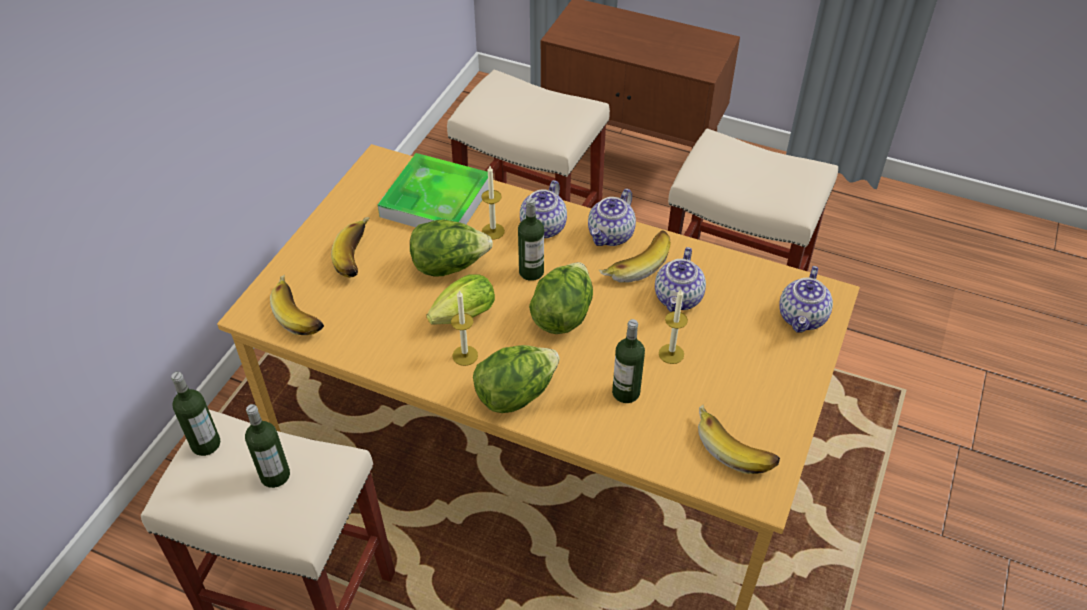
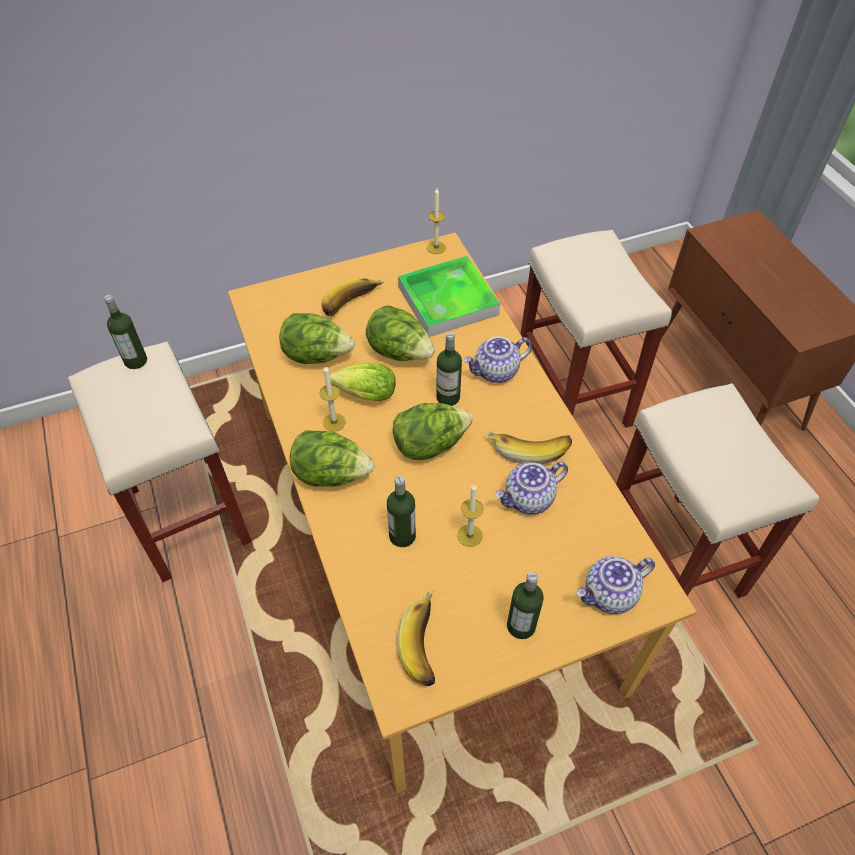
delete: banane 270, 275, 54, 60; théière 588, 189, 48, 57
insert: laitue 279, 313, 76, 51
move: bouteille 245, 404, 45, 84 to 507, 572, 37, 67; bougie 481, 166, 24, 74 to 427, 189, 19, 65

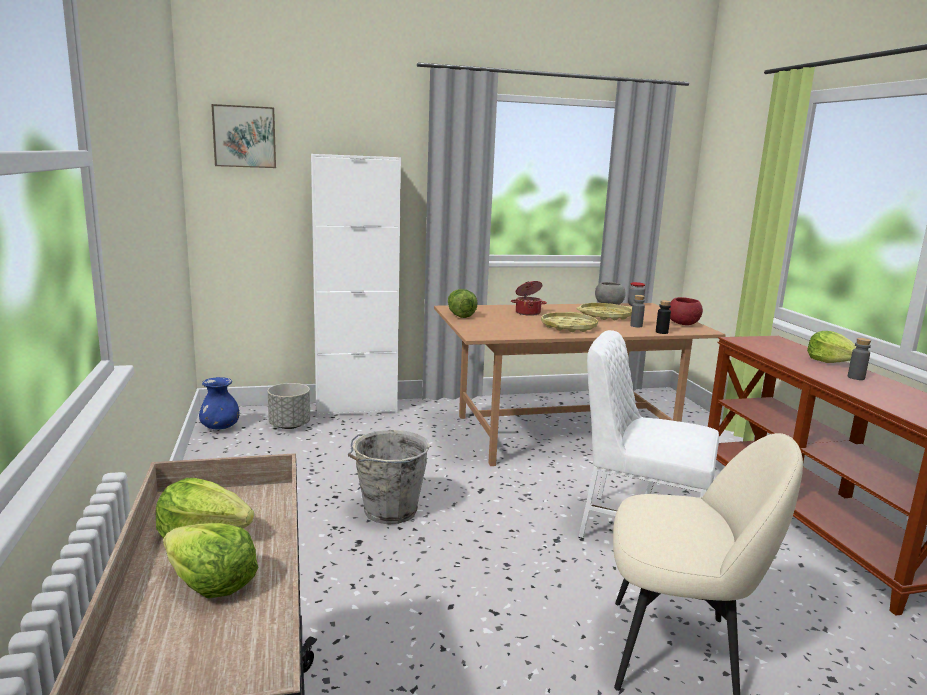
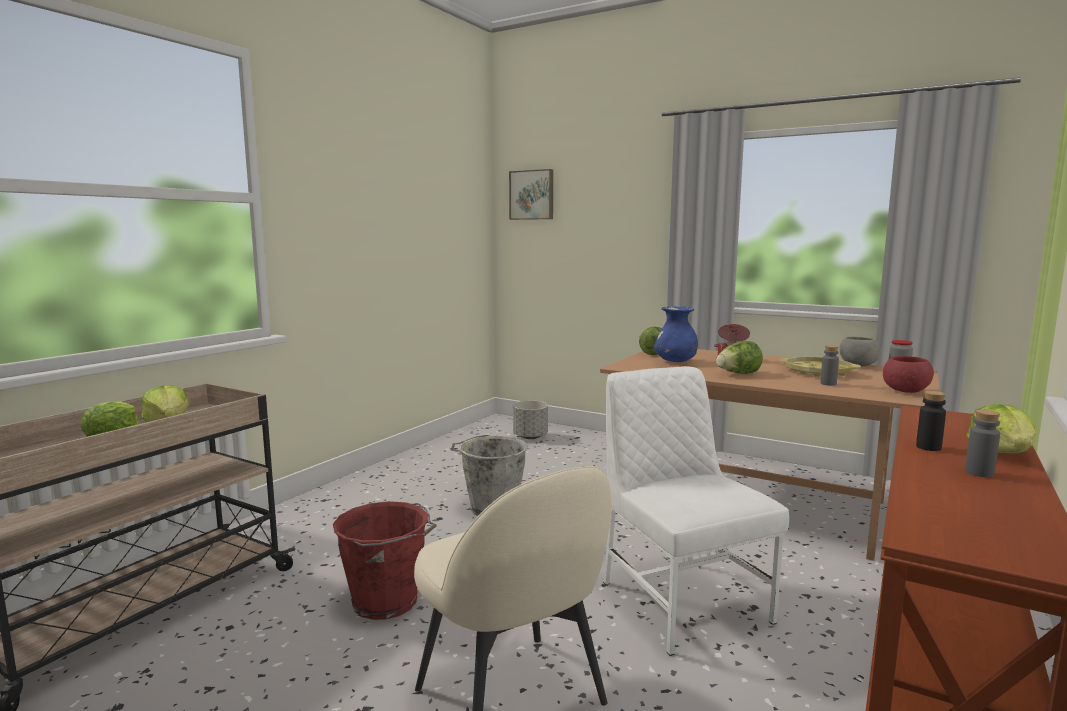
delete: meuble de rangement (blanc) 311, 154, 90, 263
insert: seau (rouge) 333, 501, 104, 119
move: vase (bleu) 199, 377, 40, 53 to 654, 306, 44, 56; bouteille (noir) 656, 300, 15, 34 to 916, 391, 30, 60
replace: plateau (jaune) 541, 312, 57, 20 to laitue 716, 341, 47, 33

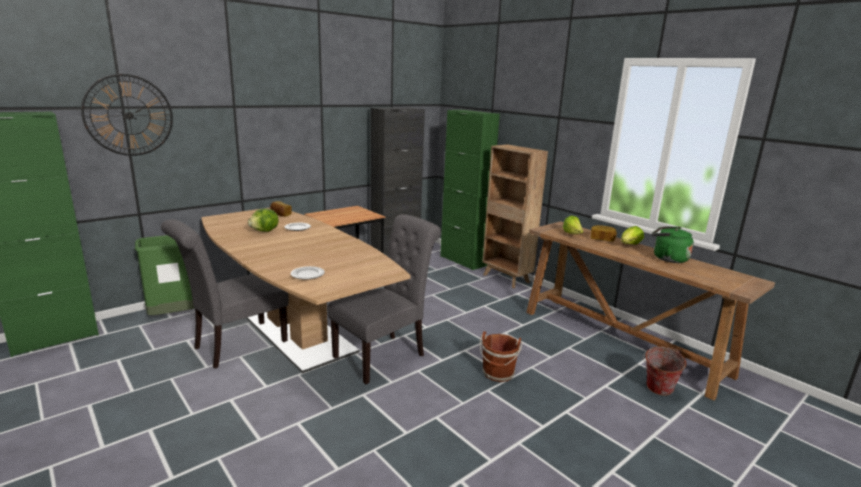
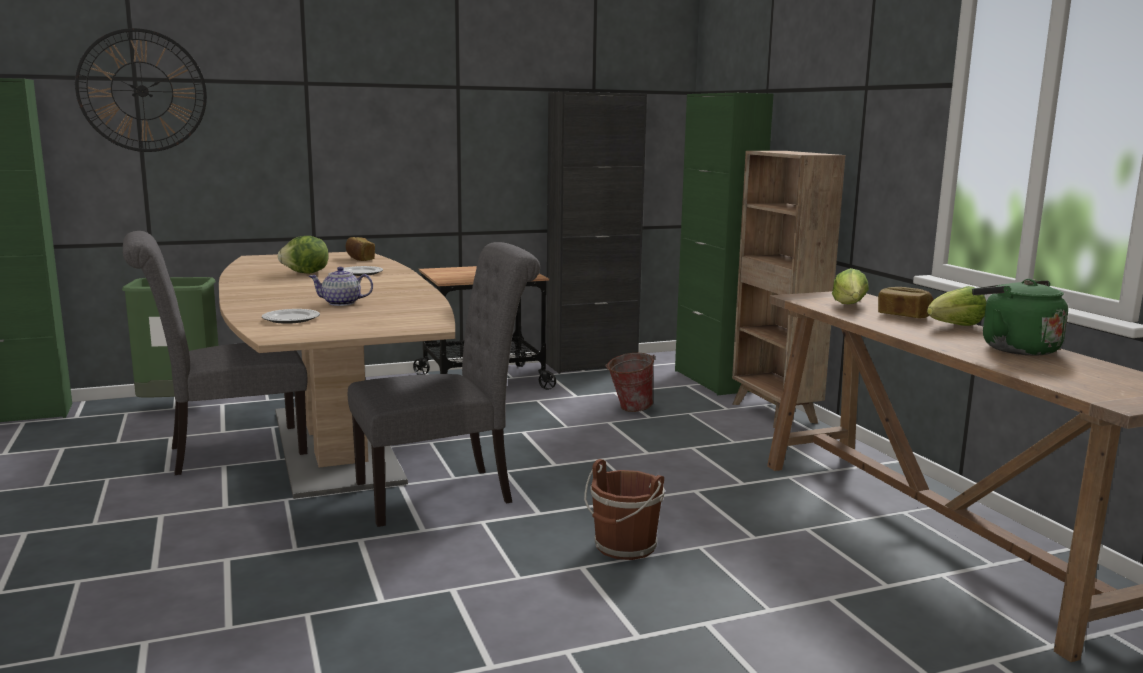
insert: théière 308, 267, 65, 39
move: seau 643, 346, 43, 50 to 605, 353, 50, 59

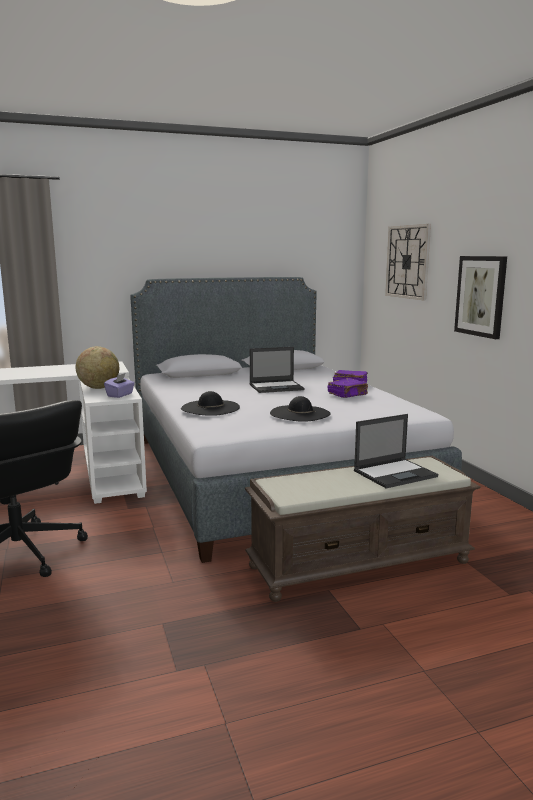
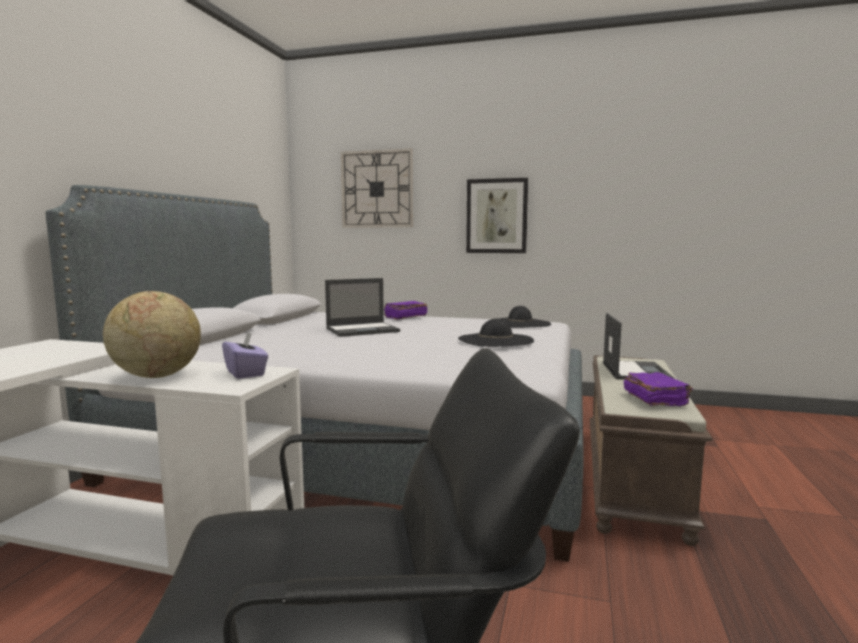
move: chapeau (noir) 181, 391, 59, 25 to 499, 306, 52, 22; livre (violet) 328, 378, 40, 20 to 624, 372, 69, 34
rotate: ordinateur portable 250, 347, 55, 46 = 325, 278, 75, 59 45 degrees clockwise

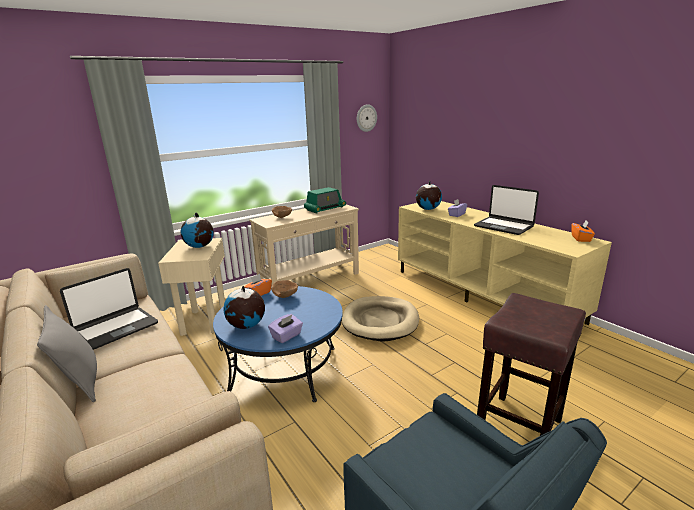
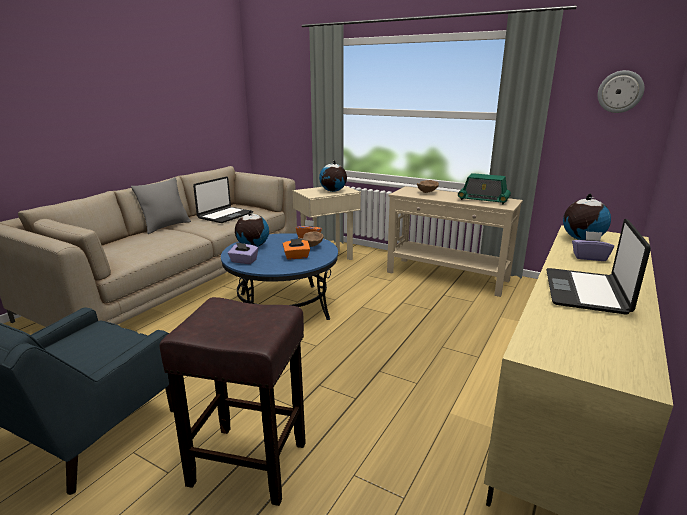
delete: panier pour chien (beige) 342, 296, 77, 46
move: boîte à mouchoirs (orange) 571, 221, 24, 21 to 282, 239, 28, 21
rotate: ordinateur portable 60, 268, 98, 82 = 193, 176, 60, 47 75 degrees counterclockwise

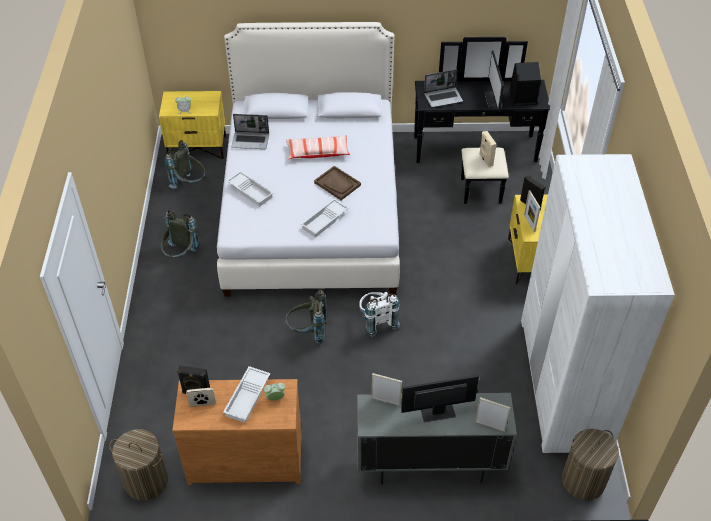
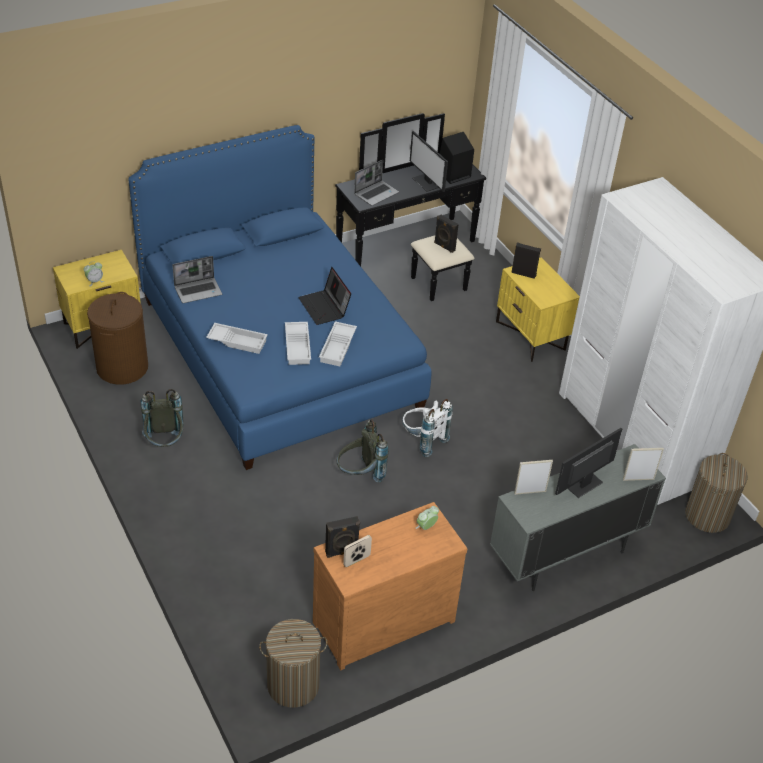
delete: coussin 286, 135, 64, 24; cadre photo 524, 190, 17, 42
move: plateau (blanc) 223, 366, 48, 57 to 285, 322, 26, 43
replace: sac à dos (gris) 165, 140, 41, 48 to panier à linge (marron) 87, 292, 61, 93; plateau (marron) 314, 166, 47, 34 to ordinateur portable 298, 267, 53, 58
recolor: lit (blanc) 217, 22, 183, 275 to lit (bleu) 128, 125, 303, 345; enceinte (beige) 479, 131, 18, 36 to enceinte (noir) 434, 214, 25, 39

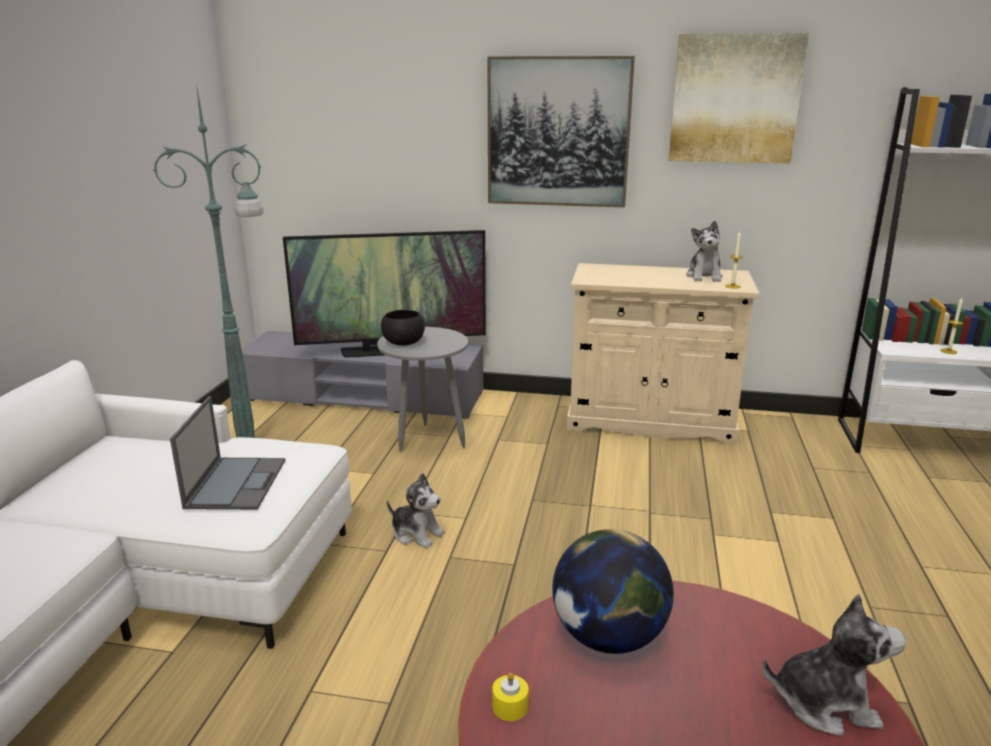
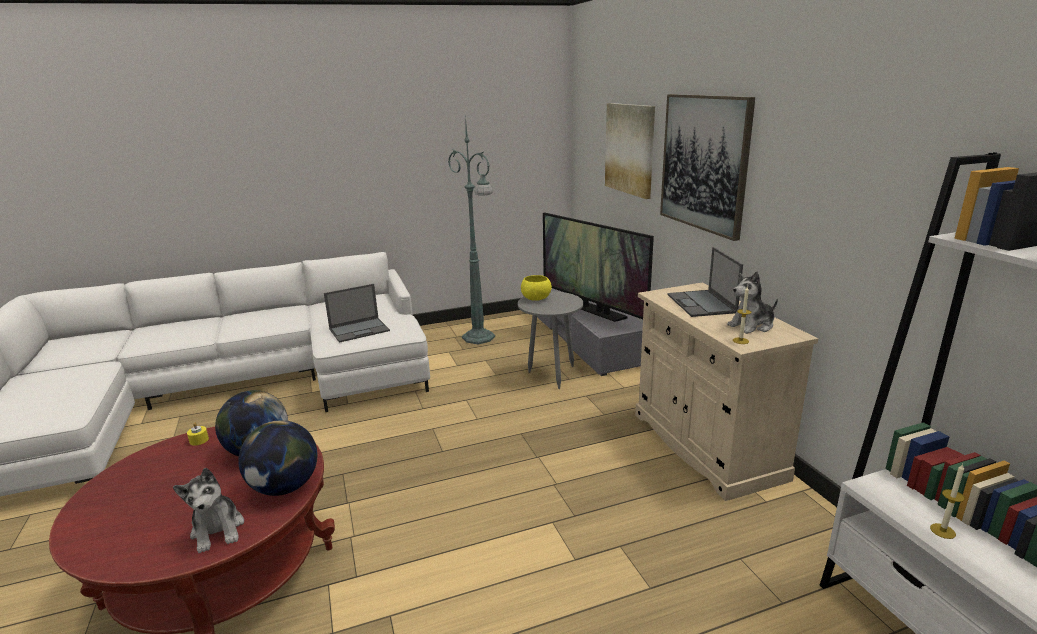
delete: peluche 387, 473, 58, 75
insert: globe 238, 420, 80, 76; ordinateur portable 667, 247, 76, 70
move: tableau 669, 33, 140, 130 to 605, 103, 50, 96
recolor: bol (noir) 381, 310, 44, 36 to bol (jaune) 521, 275, 31, 26

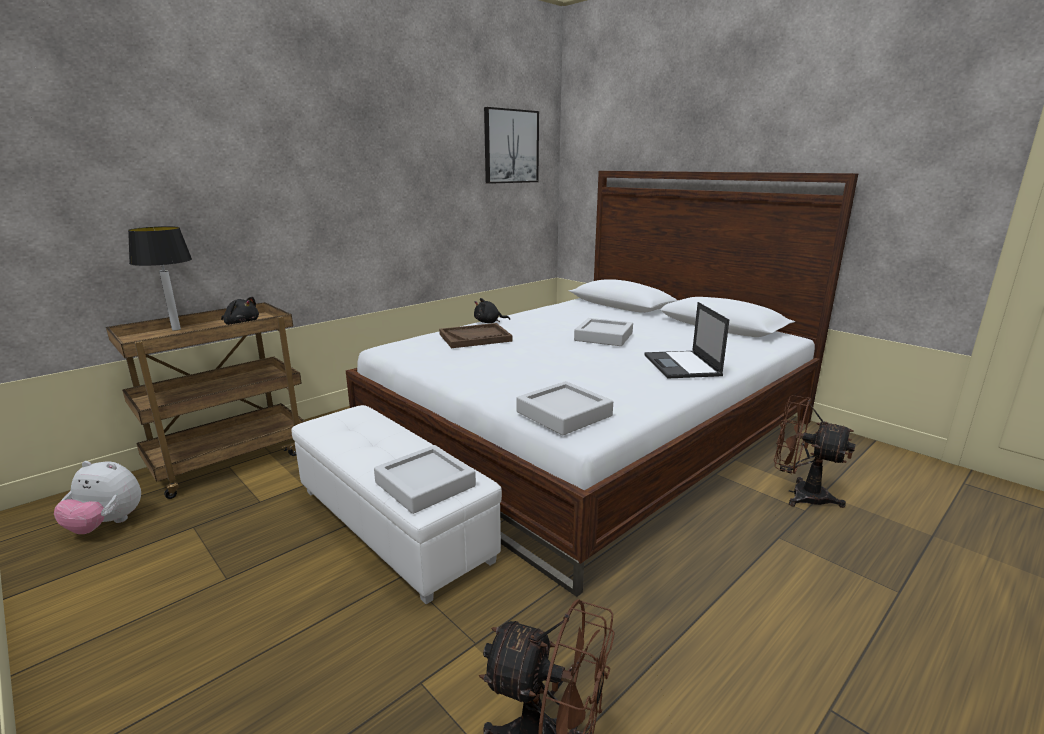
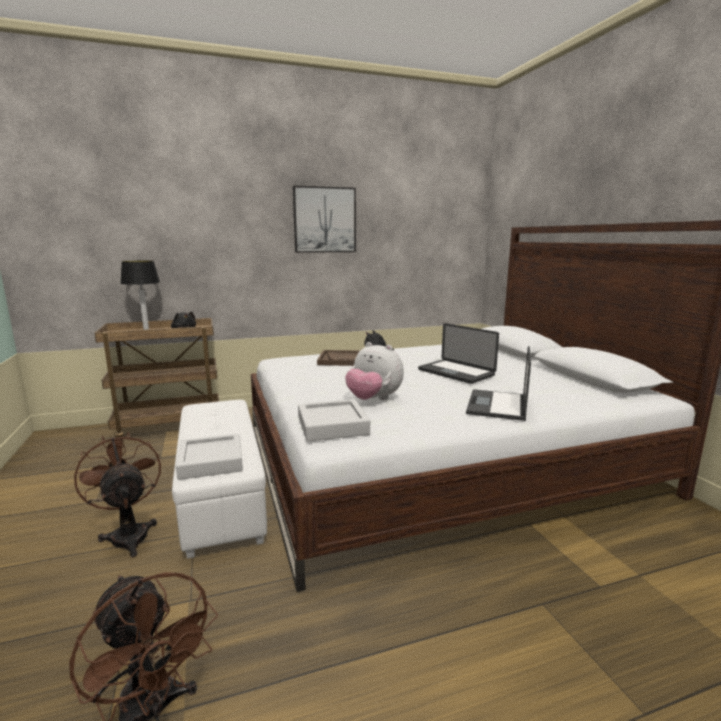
move: peluche 54, 461, 87, 73 to 345, 342, 59, 58; tableau 484, 107, 55, 77 to 293, 186, 63, 67; ventilateur (marron) 774, 395, 82, 113 to 74, 432, 87, 125
replace: plateau (gris) 574, 318, 59, 28 to ordinateur portable 418, 323, 81, 61

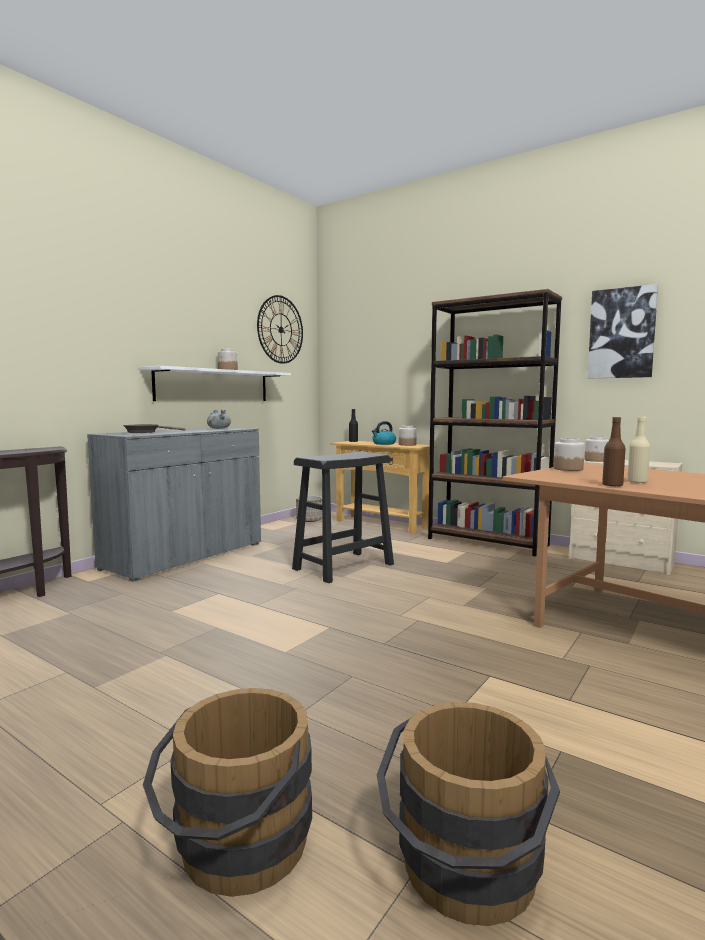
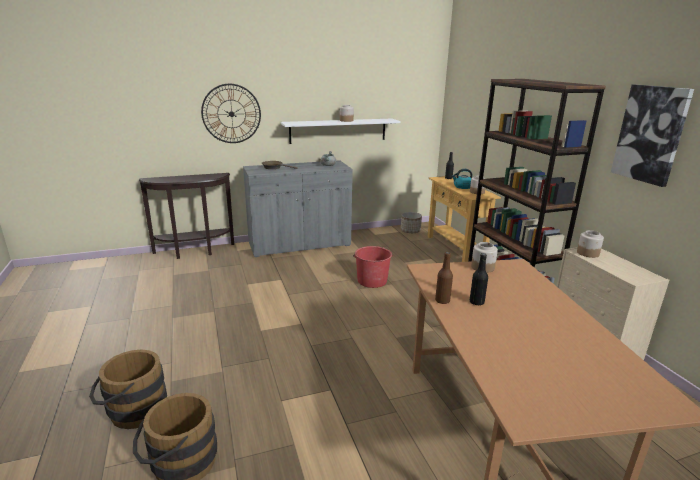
move: horloge murale 257, 295, 46, 69 to 201, 84, 60, 59
replace: tabouret (noir) 292, 452, 102, 131 to seau (rouge) 353, 246, 40, 42
recolor: bouteille (beige) 627, 416, 23, 67 to bouteille (noir) 470, 253, 18, 52

